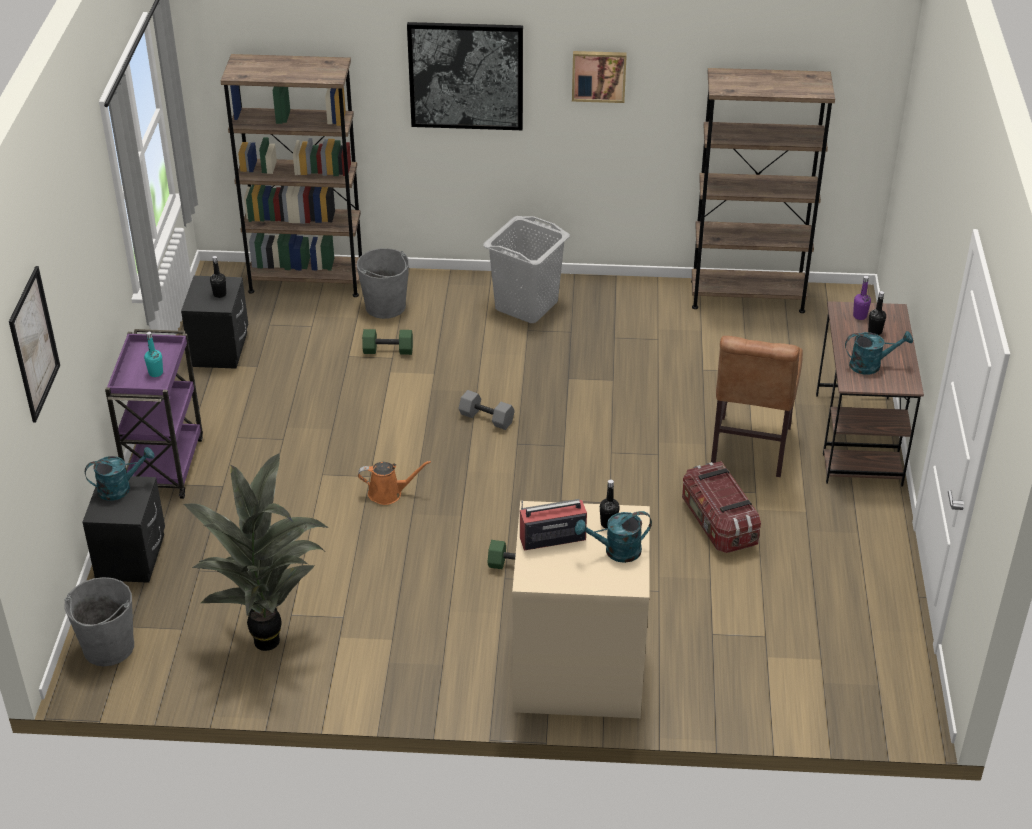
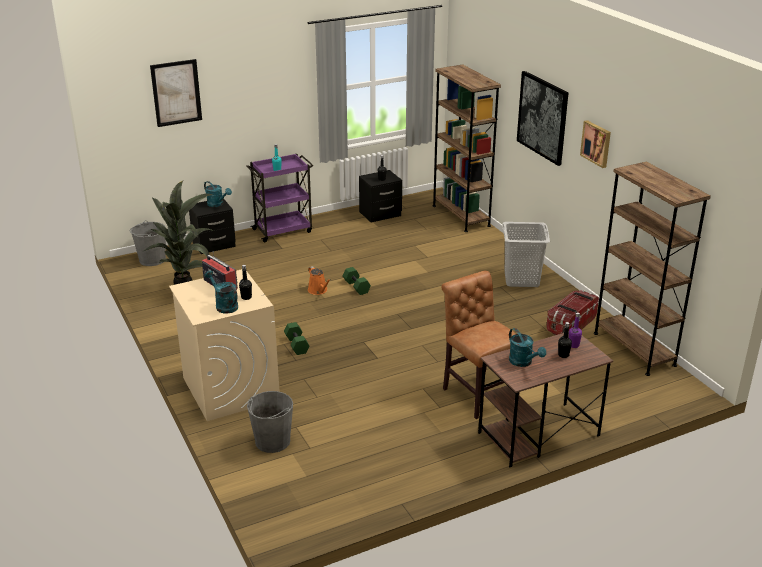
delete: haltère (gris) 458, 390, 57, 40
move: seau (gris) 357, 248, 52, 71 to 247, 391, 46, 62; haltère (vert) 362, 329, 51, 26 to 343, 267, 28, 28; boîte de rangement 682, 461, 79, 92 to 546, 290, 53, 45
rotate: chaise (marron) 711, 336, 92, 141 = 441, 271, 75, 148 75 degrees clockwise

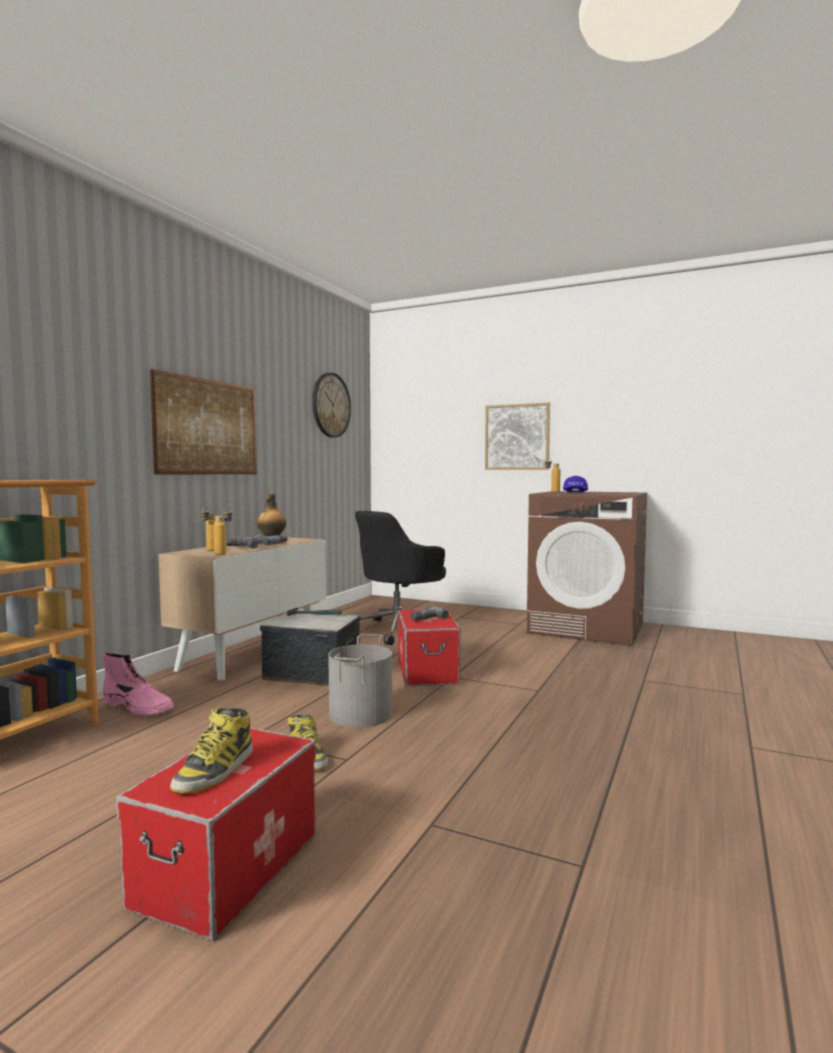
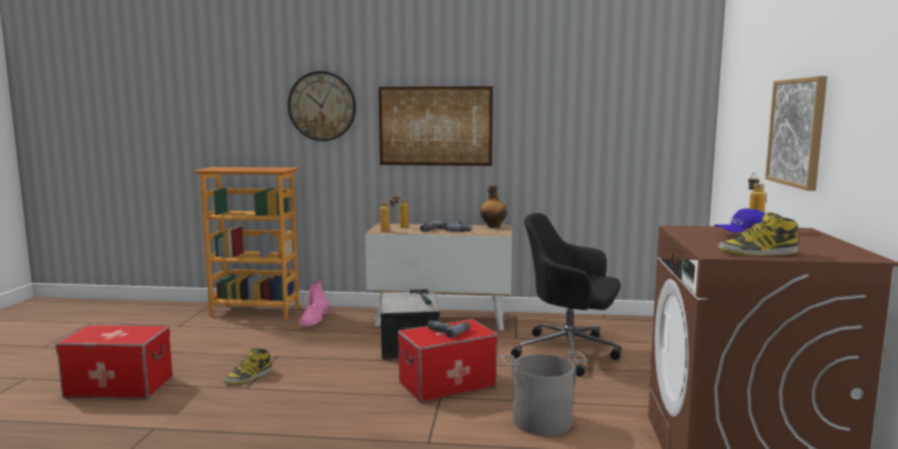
move: botte 170, 707, 83, 87 to 718, 212, 80, 44; horloge murale 312, 373, 39, 65 to 288, 71, 68, 70; seau (gris) 328, 634, 64, 94 to 501, 352, 87, 84

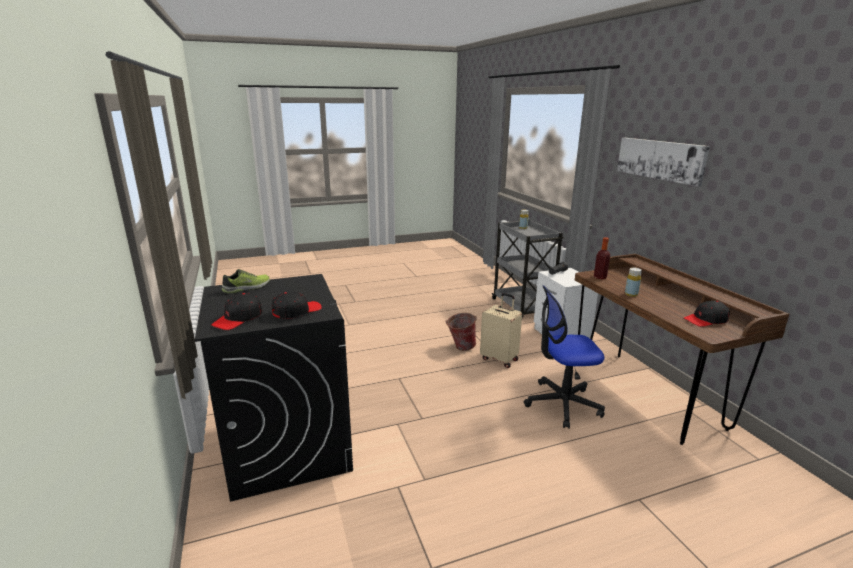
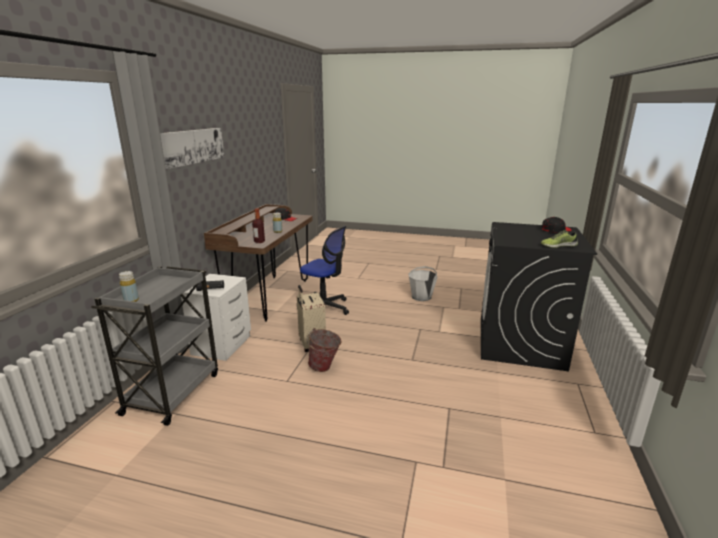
delete: casquette (noir) 272, 291, 50, 28
insert: seau (blanc) 408, 266, 30, 35

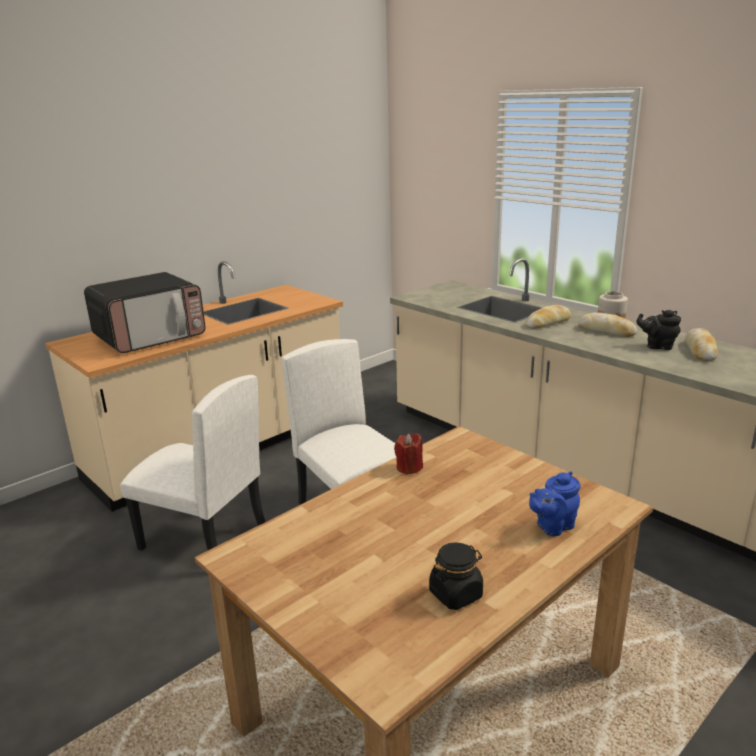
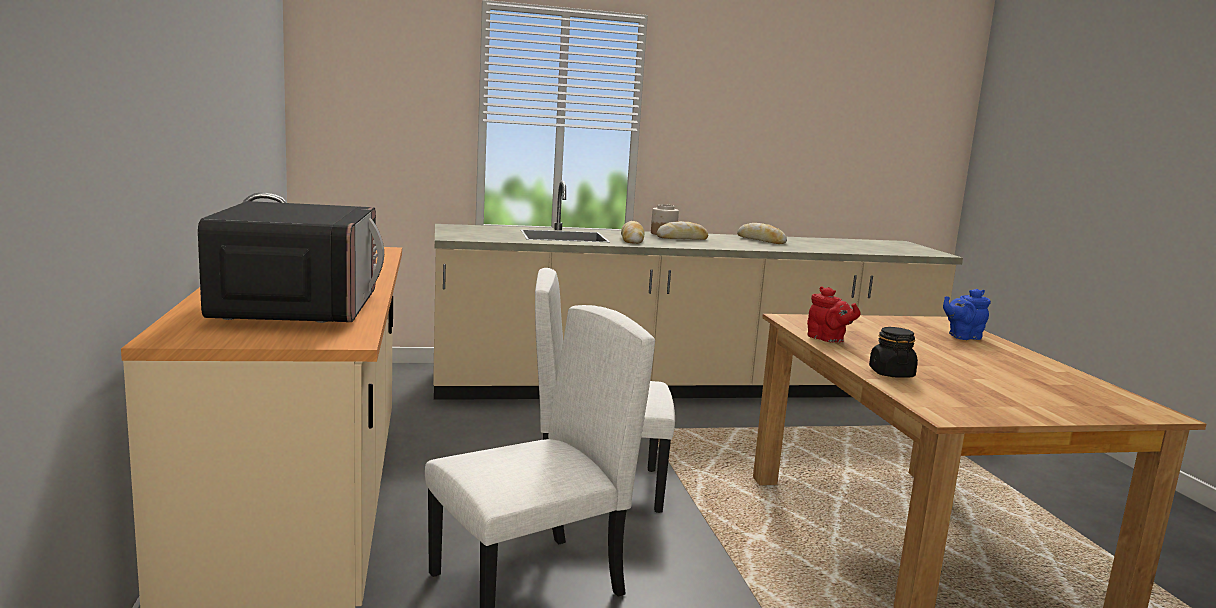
delete: théière (noir) 636, 310, 45, 40
move: bocal (noir) 429, 542, 54, 68 to 869, 327, 49, 51
replace: bougie (rouge) 394, 433, 29, 42 to théière (rouge) 807, 286, 53, 56
rotate: théière (bleu) 529, 471, 52, 65 = 943, 289, 48, 51 75 degrees clockwise

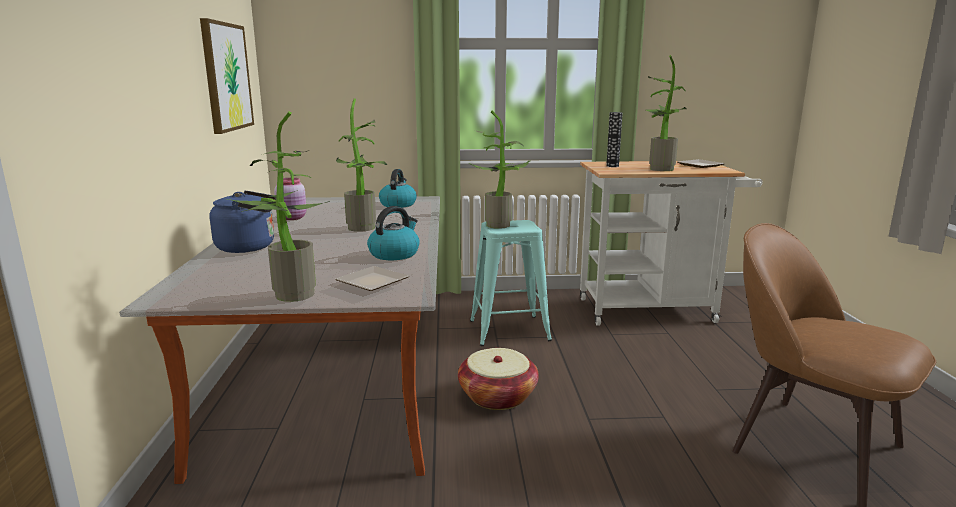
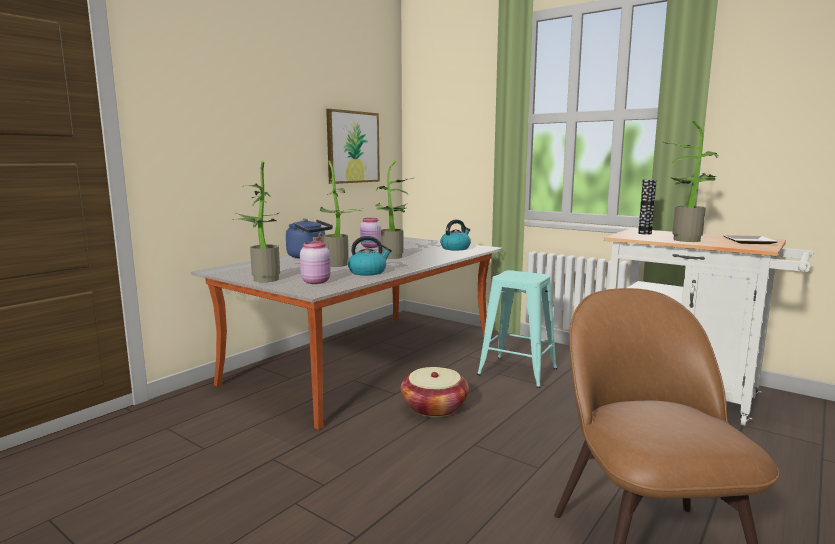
move: plante en pot 469, 111, 61, 118 to 320, 160, 43, 107
replace: assiette 335, 266, 74, 25 to bocal (rose) 300, 241, 31, 43

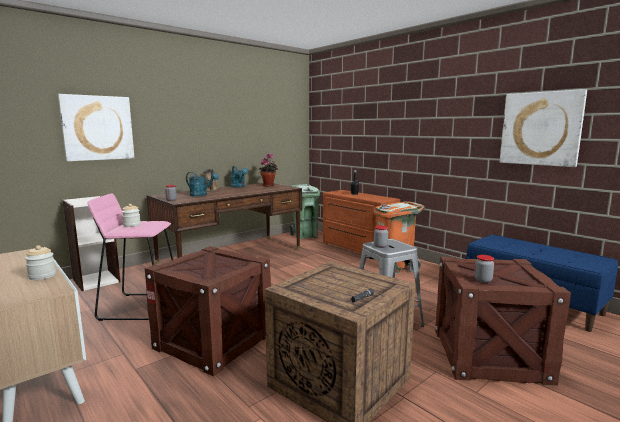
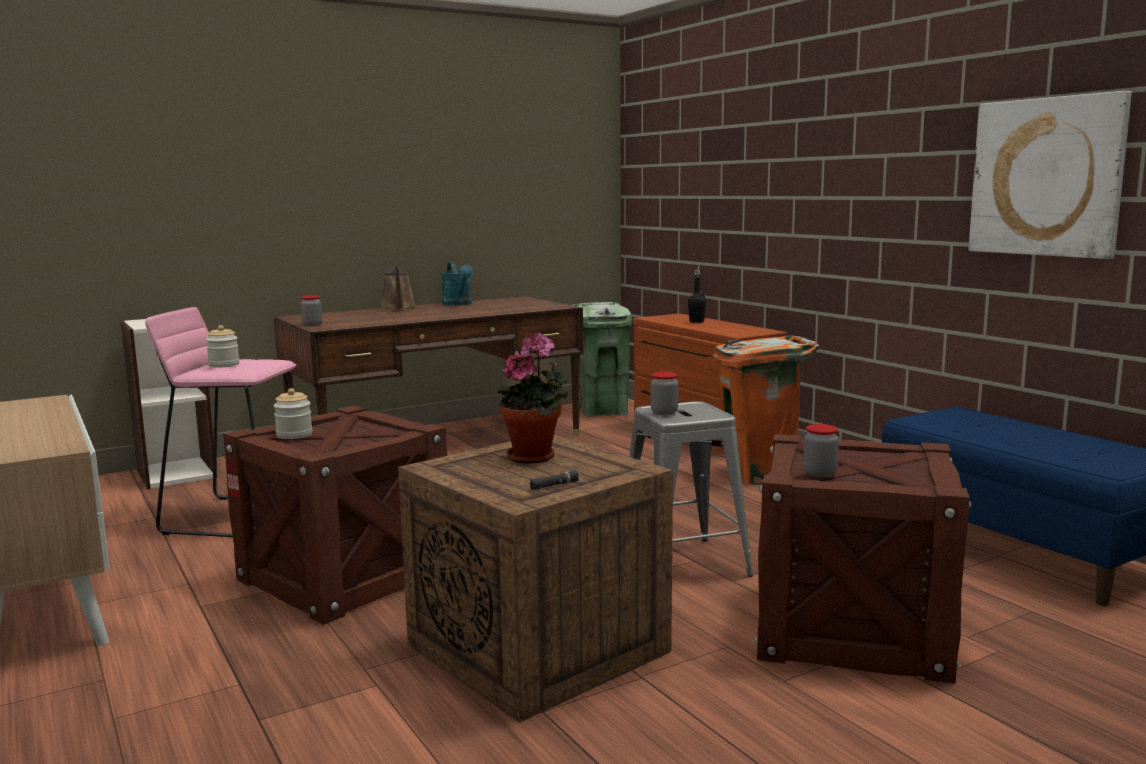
delete: tableau 58, 94, 77, 67; arrosoir (turquoise) 186, 172, 33, 25
move: bocal 25, 245, 31, 35 to 274, 388, 38, 51; plante en pot 259, 153, 19, 33 to 498, 333, 70, 130

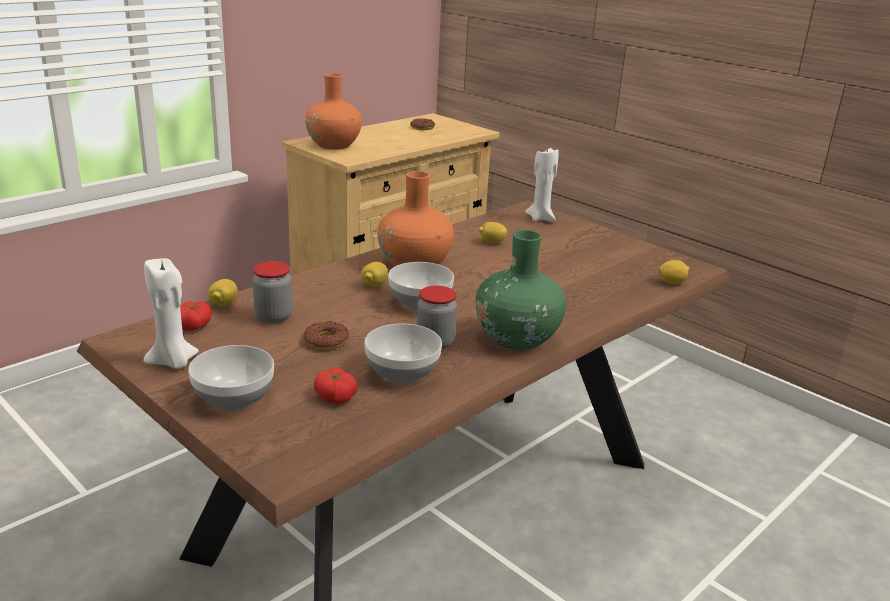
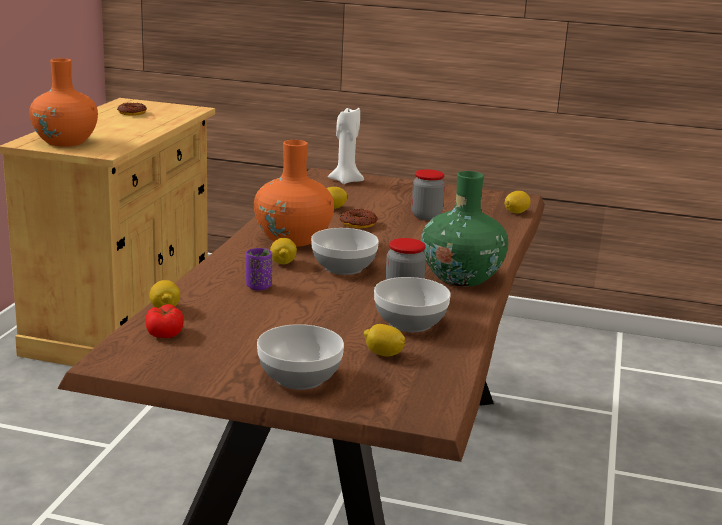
delete: bougie (blanc) 144, 258, 55, 111
insert: tasse (violet) 246, 248, 26, 43
move: bocal 252, 261, 40, 62 to 411, 169, 34, 51; beignet 303, 321, 46, 28 to 340, 209, 37, 19
replace: tomate 314, 367, 44, 37 to citron 363, 324, 43, 33

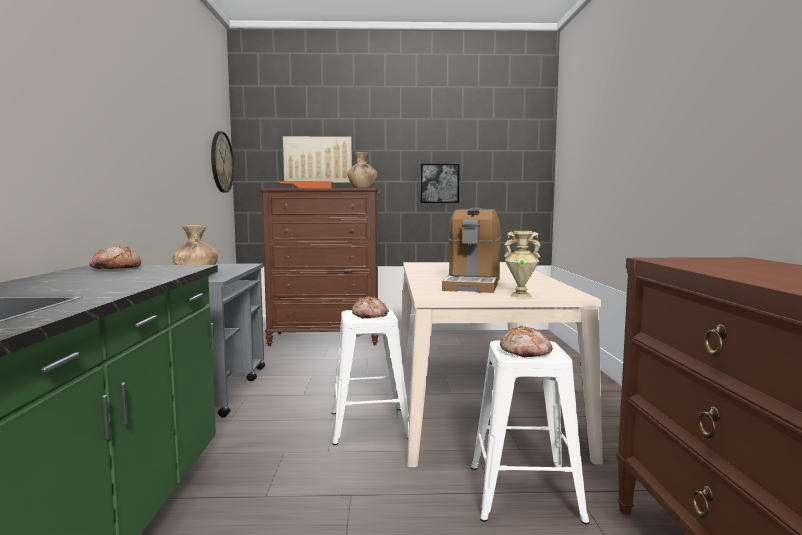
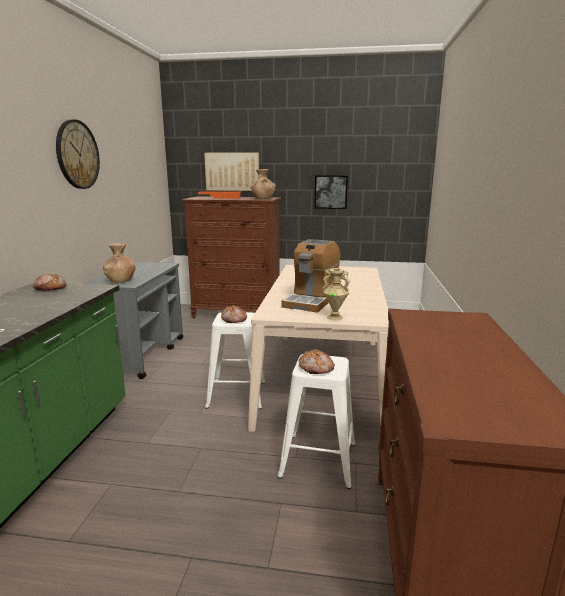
move: horloge murale 211, 131, 23, 62 to 56, 119, 44, 70

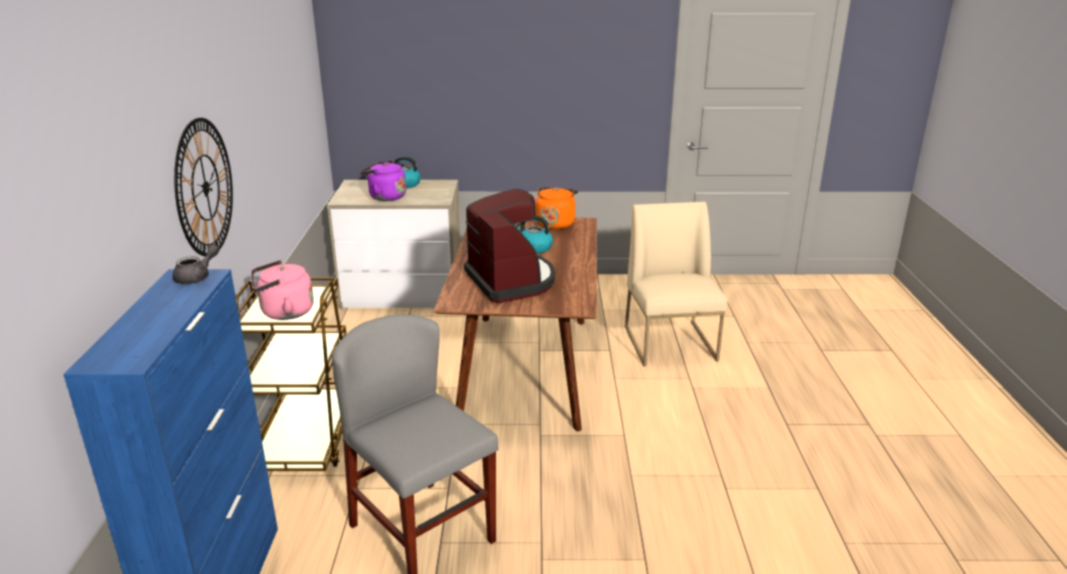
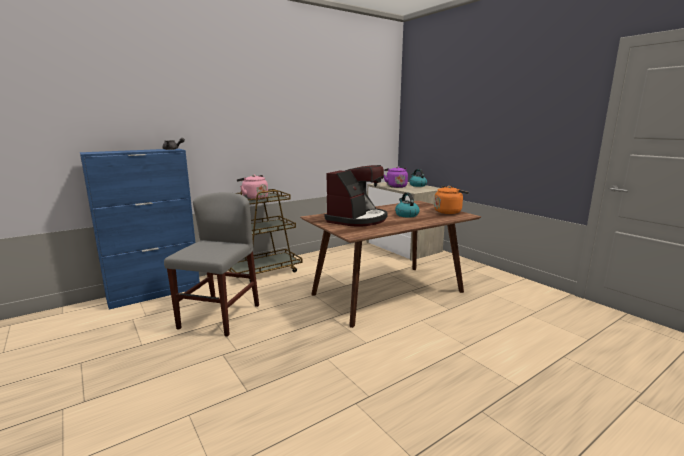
delete: horloge murale 174, 118, 59, 139; chaise (beige) 625, 202, 102, 164

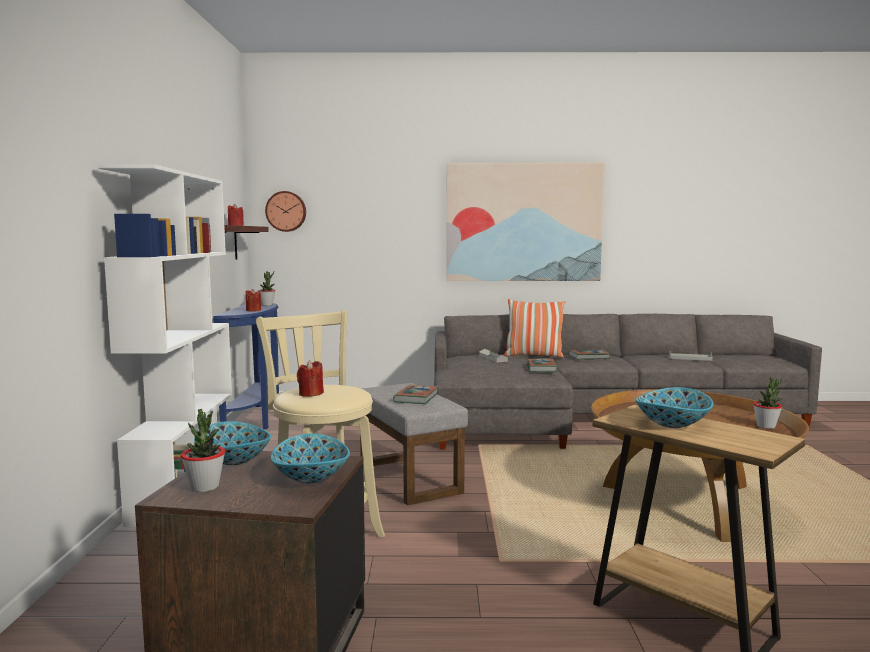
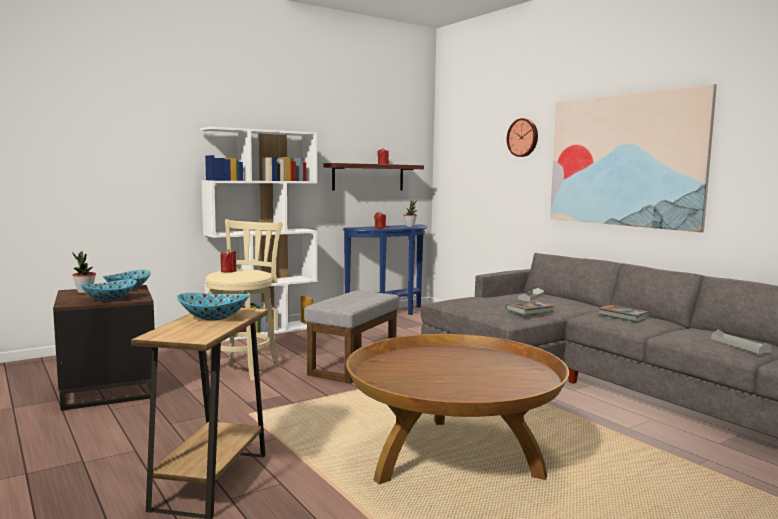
delete: livre 393, 385, 46, 19; coussin 504, 299, 61, 59; plante en pot 753, 377, 30, 52
move: horloge murale 265, 191, 41, 41 to 507, 118, 31, 39

